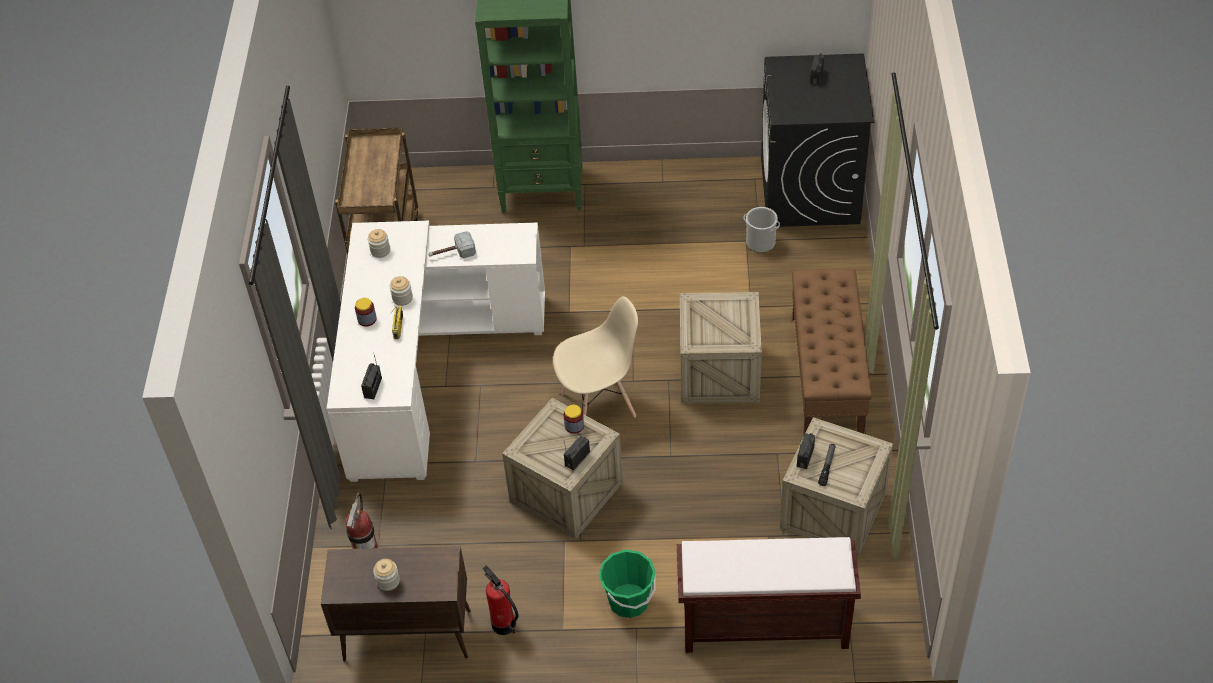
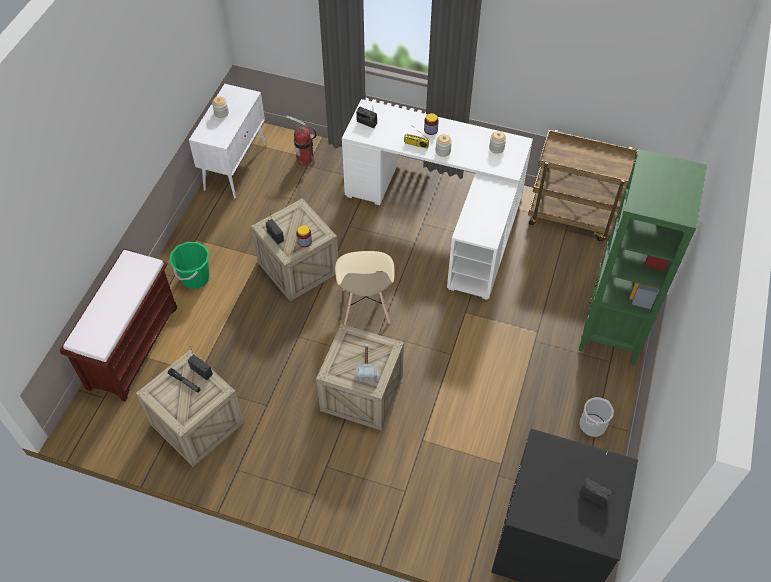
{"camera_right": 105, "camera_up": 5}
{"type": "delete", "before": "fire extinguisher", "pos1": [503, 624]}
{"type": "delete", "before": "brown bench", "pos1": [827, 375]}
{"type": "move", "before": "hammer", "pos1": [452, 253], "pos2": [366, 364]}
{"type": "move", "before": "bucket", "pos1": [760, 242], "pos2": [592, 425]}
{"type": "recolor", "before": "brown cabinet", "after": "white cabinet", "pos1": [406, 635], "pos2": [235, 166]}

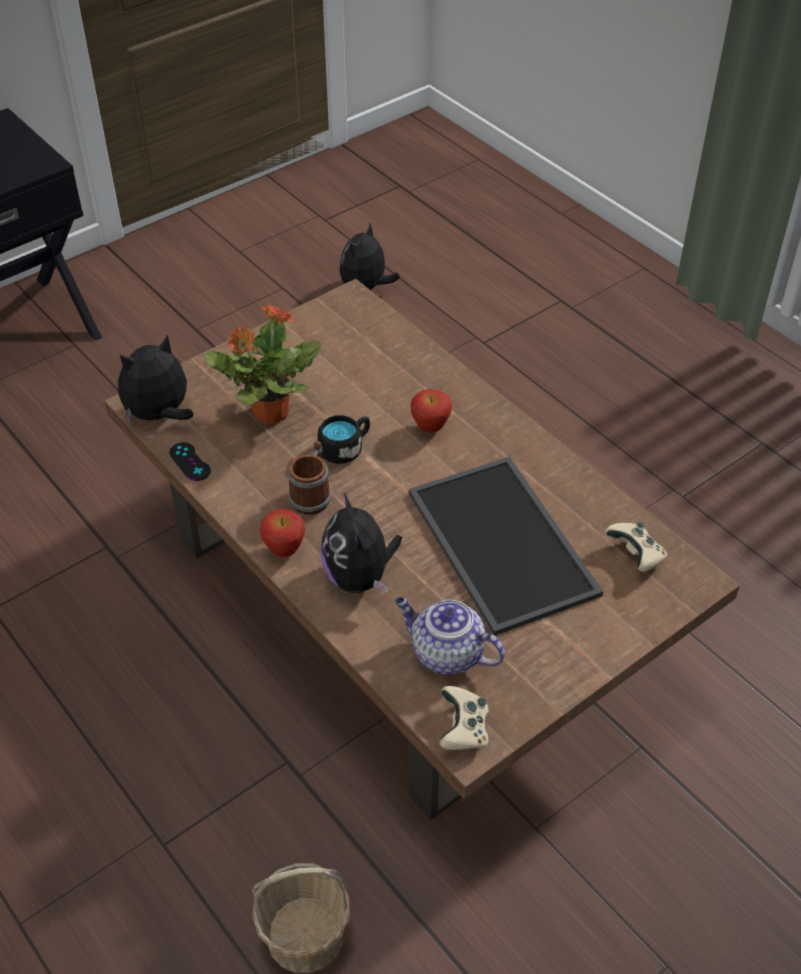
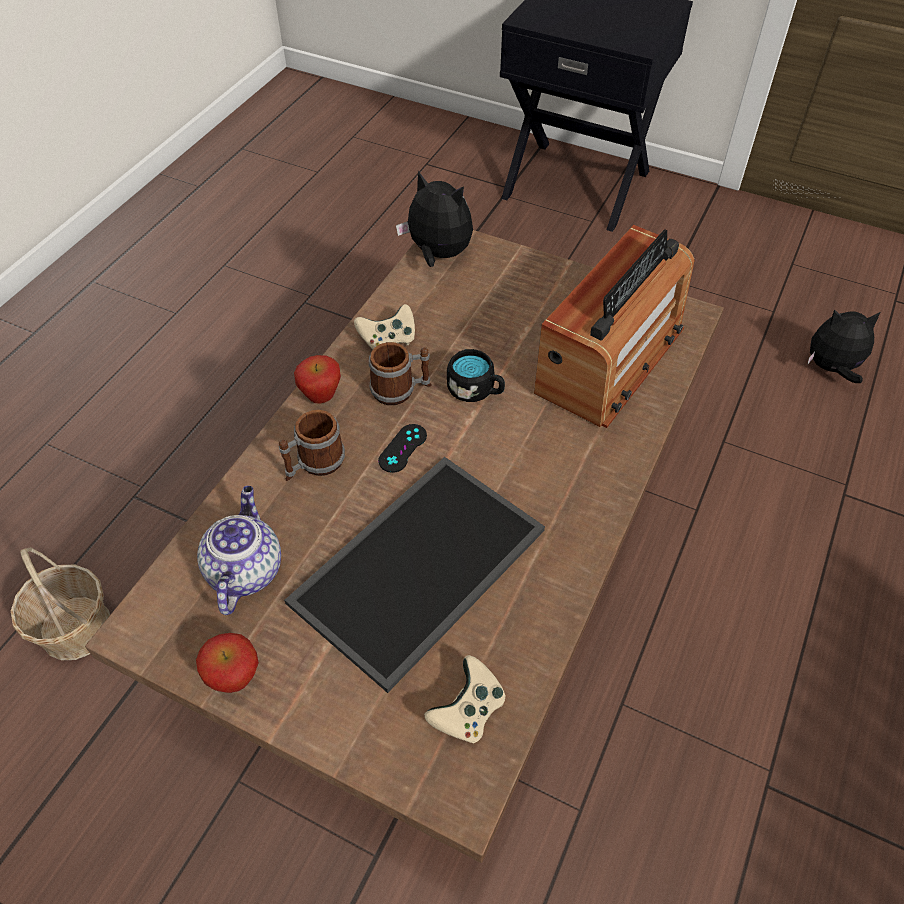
{"camera_right": 65, "camera_up": 5}
{"type": "delete", "before": "potted plant", "pos1": [269, 413]}
{"type": "insert", "after": "radio", "pos2": [610, 359]}
{"type": "move", "before": "black game controller", "pos1": [190, 462], "pos2": [403, 448]}
{"type": "move", "before": "apple", "pos1": [430, 428], "pos2": [235, 679]}
{"type": "move", "before": "beige game controller", "pos1": [463, 730], "pos2": [388, 340]}
{"type": "replace", "before": "plush toy", "after": "mug", "pos1": [360, 577], "pos2": [314, 464]}

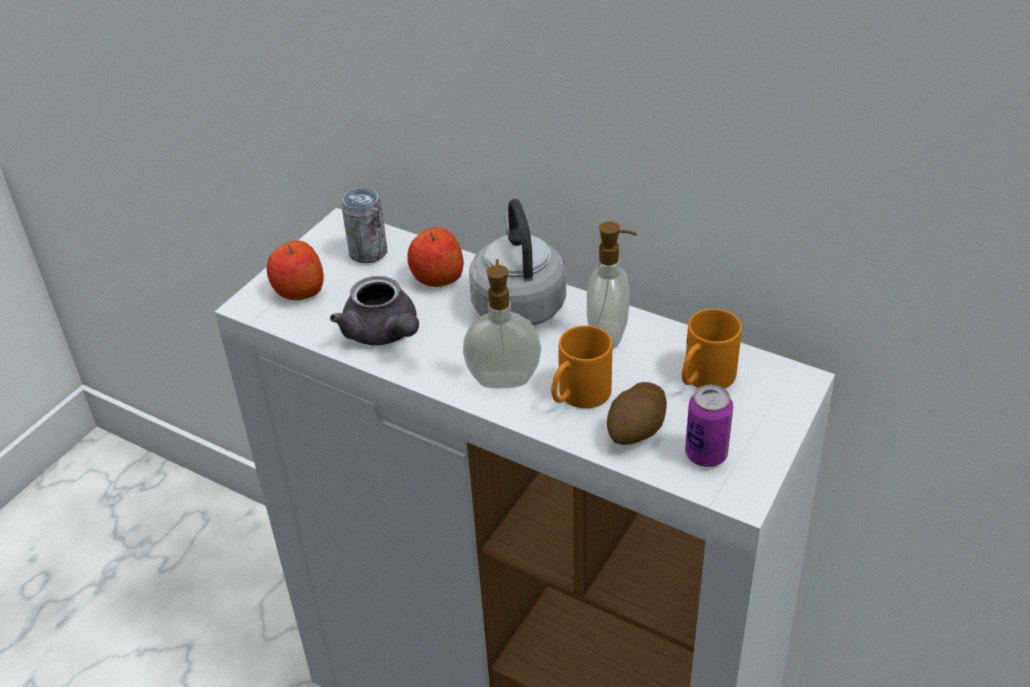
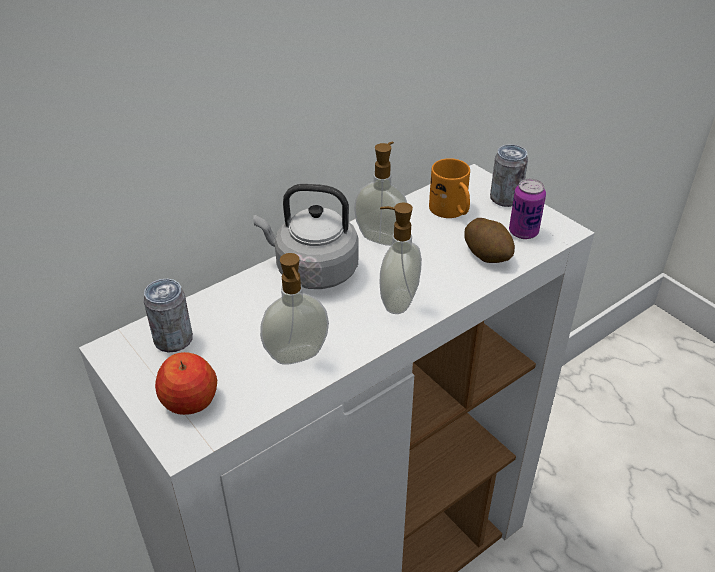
{"camera_right": -70, "camera_up": 0}
{"type": "delete", "before": "apple", "pos1": [436, 277]}
{"type": "delete", "before": "orange mug", "pos1": [578, 397]}
{"type": "insert", "after": "can", "pos2": [505, 199]}
{"type": "replace", "before": "grey teapot", "after": "soap dispenser", "pos1": [384, 334], "pos2": [297, 356]}

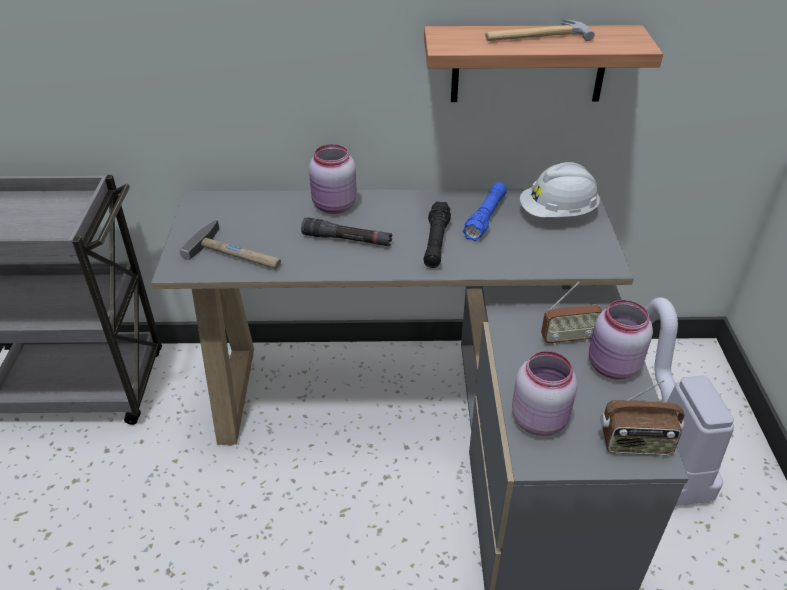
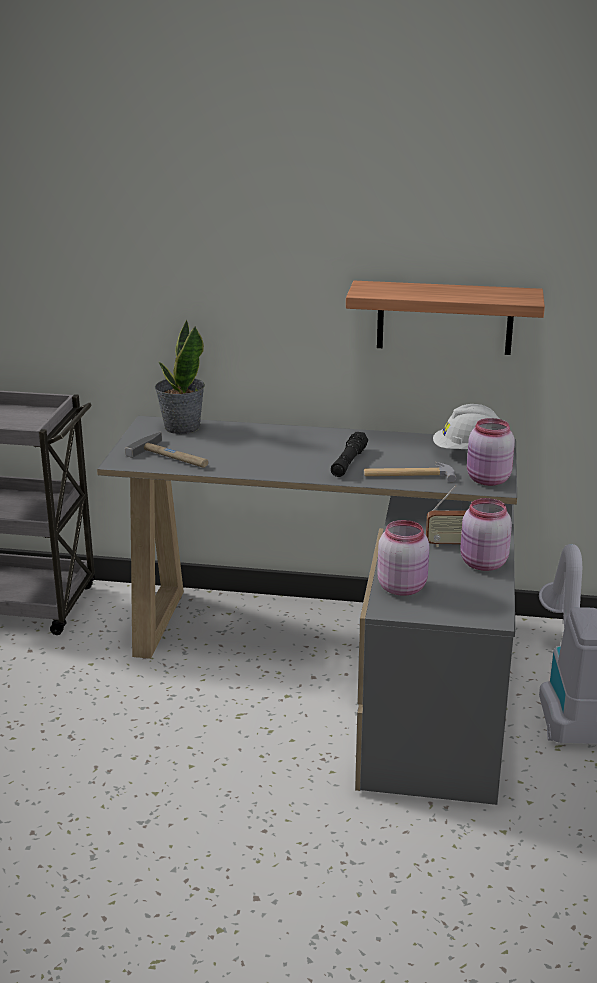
{"camera_right": 10, "camera_up": -15}
{"type": "delete", "before": "black flashlight", "pos1": [347, 240]}
{"type": "delete", "before": "blue flashlight", "pos1": [485, 218]}
{"type": "delete", "before": "radio", "pos1": [635, 443]}
{"type": "insert", "after": "potted plant", "pos2": [181, 427]}
{"type": "move", "before": "pink jar", "pos1": [334, 206], "pos2": [487, 480]}
{"type": "move", "before": "hammer", "pos1": [536, 36], "pos2": [408, 475]}

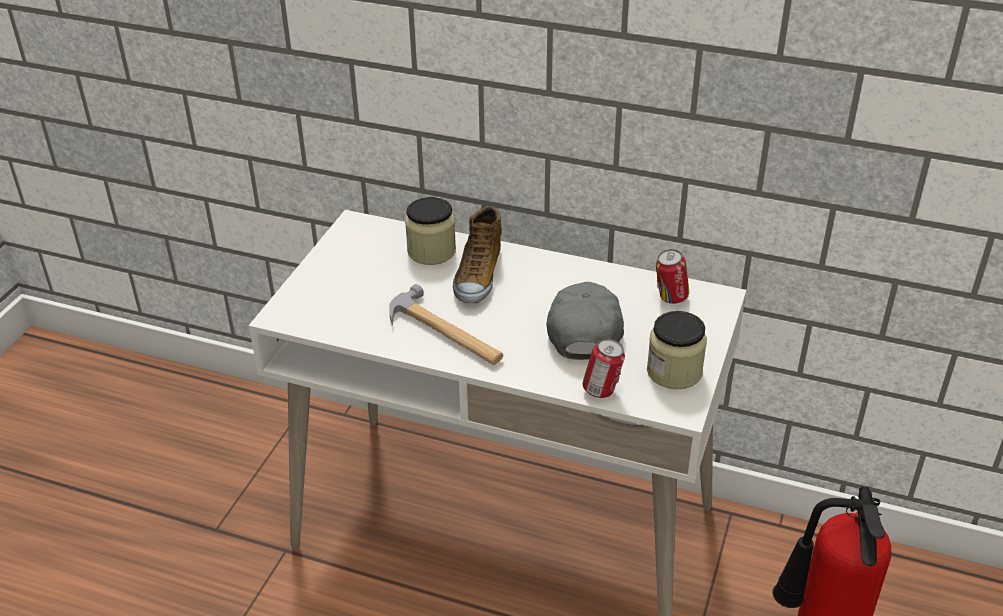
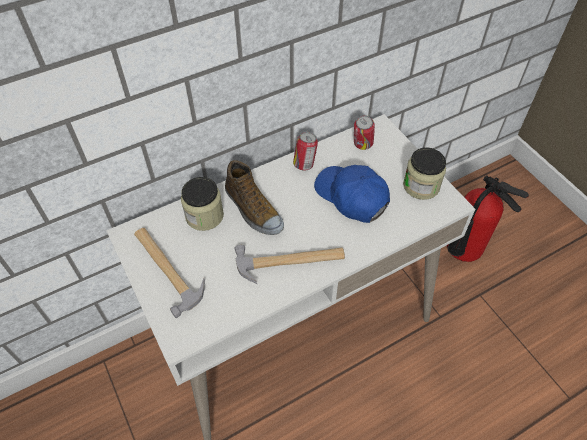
{"camera_right": -50, "camera_up": 15}
{"type": "insert", "after": "hammer", "pos2": [167, 268]}
{"type": "move", "before": "can", "pos1": [602, 391], "pos2": [305, 164]}
{"type": "recolor", "before": "grey cap", "after": "blue cap", "pos1": [585, 329], "pos2": [351, 197]}

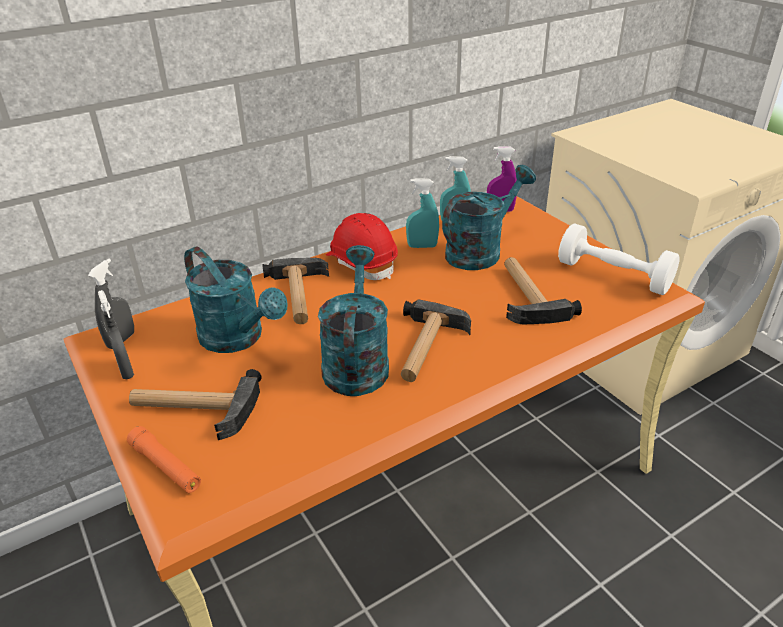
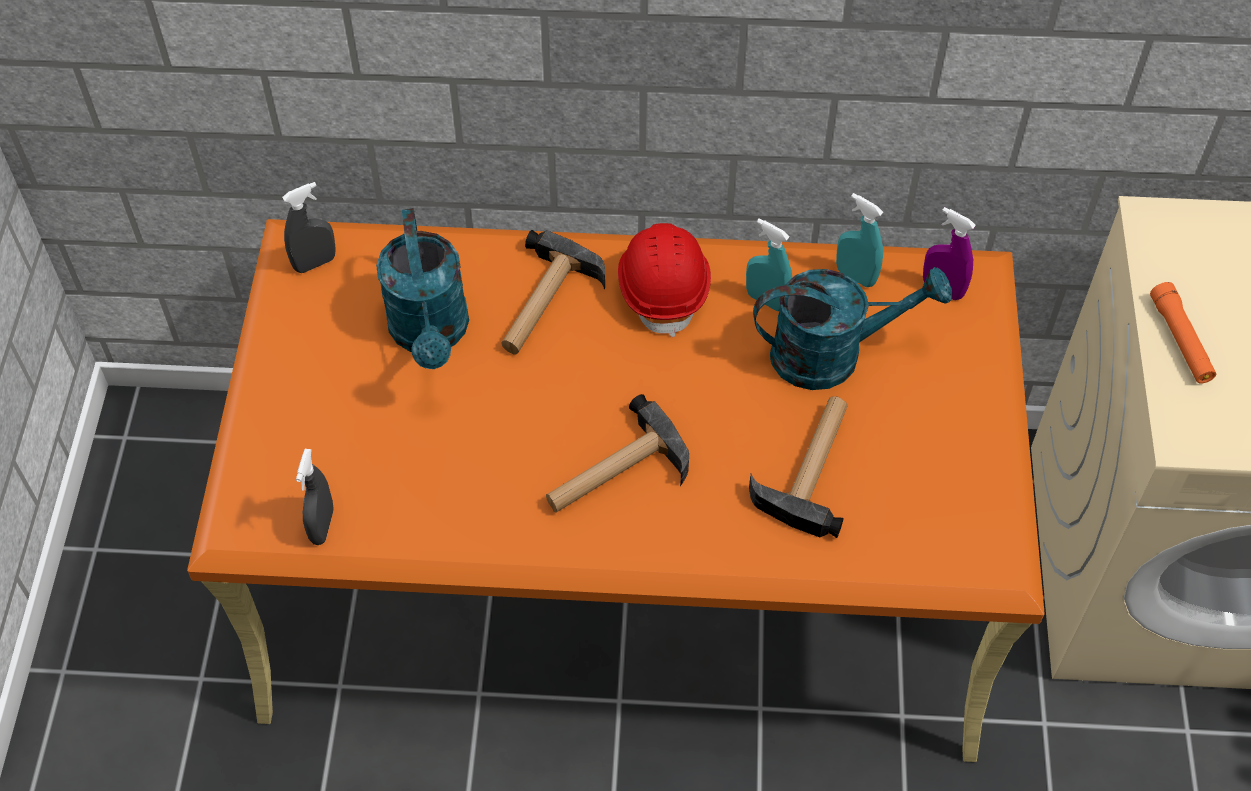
{"camera_right": 35, "camera_up": 20}
{"type": "delete", "before": "hammer", "pos1": [193, 408]}
{"type": "delete", "before": "turquoise watering can", "pos1": [356, 362]}
{"type": "delete", "before": "white dumbbell", "pos1": [613, 276]}
{"type": "move", "before": "grey spray bottle", "pos1": [126, 370], "pos2": [322, 526]}
{"type": "move", "before": "orange flashlight", "pos1": [166, 467], "pos2": [1180, 340]}

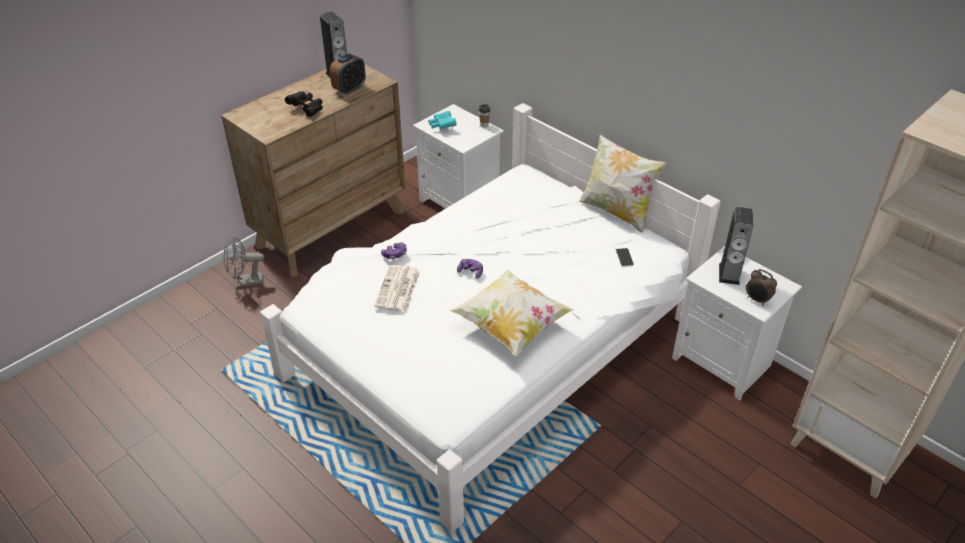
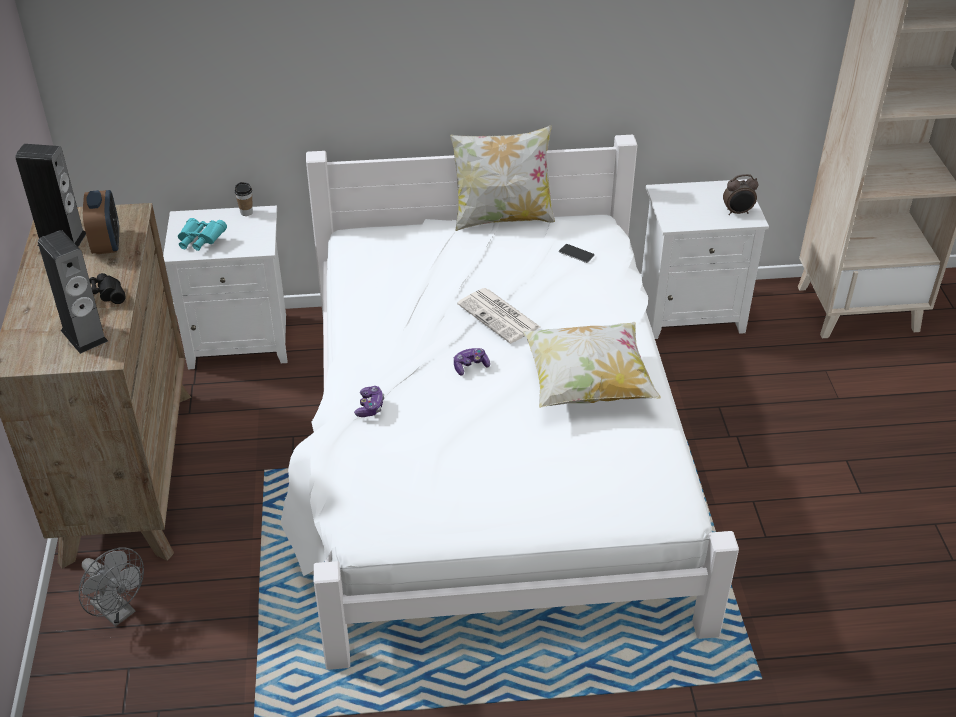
{"camera_right": -50, "camera_up": 0}
{"type": "move", "before": "newspaper", "pos1": [398, 289], "pos2": [500, 316]}
{"type": "move", "before": "speaker", "pos1": [729, 274], "pos2": [84, 335]}
{"type": "rotate", "before": "grey fan", "pos1": [246, 282], "pos2": [118, 612], "turn": -75}

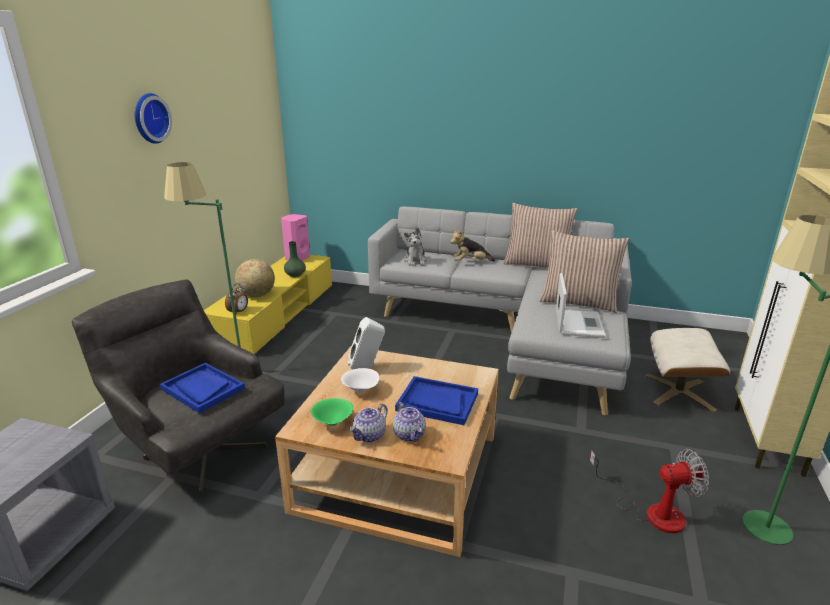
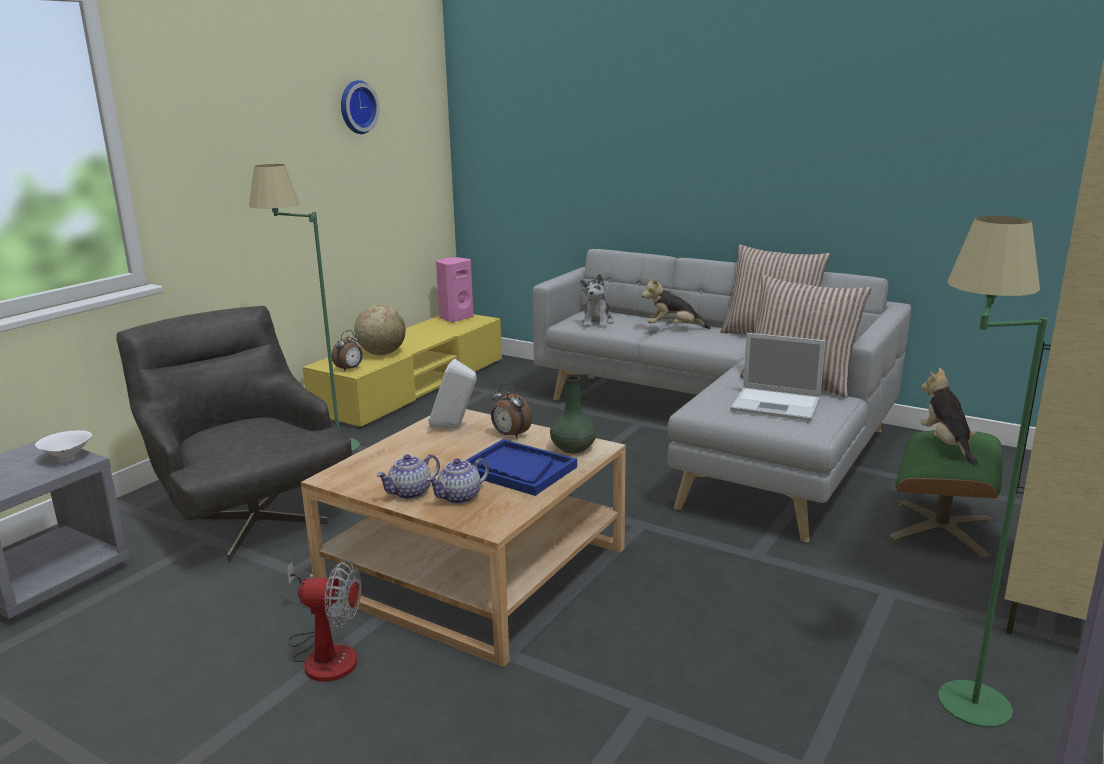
{"camera_right": 15, "camera_up": -5}
{"type": "delete", "before": "blue tray", "pos1": [202, 389]}
{"type": "delete", "before": "green bowl", "pos1": [332, 423]}
{"type": "insert", "after": "alarm clock", "pos2": [510, 435]}
{"type": "insert", "after": "plush toy", "pos2": [946, 445]}
{"type": "move", "before": "wall clock", "pos1": [149, 118], "pos2": [356, 107]}
{"type": "move", "before": "green vase", "pos1": [295, 275], "pos2": [572, 448]}
{"type": "move", "before": "white bowl", "pos1": [361, 390], "pos2": [67, 457]}
{"type": "move", "before": "fan", "pos1": [651, 511], "pos2": [325, 653]}
{"type": "recolor", "before": "beige ottoman", "after": "green ottoman", "pos1": [679, 392], "pos2": [942, 528]}
{"type": "rotate", "before": "teapot", "pos1": [410, 435], "pos2": [459, 497], "turn": 60}
{"type": "rotate", "before": "laptop", "pos1": [578, 323], "pos2": [777, 405], "turn": 90}

